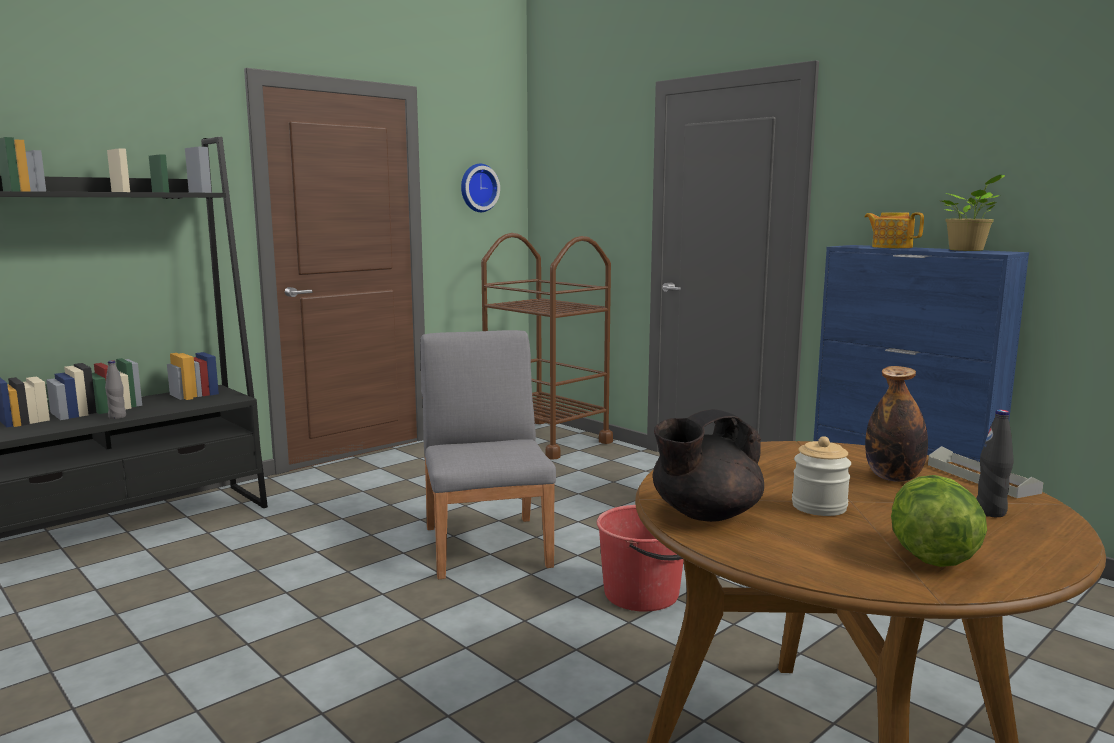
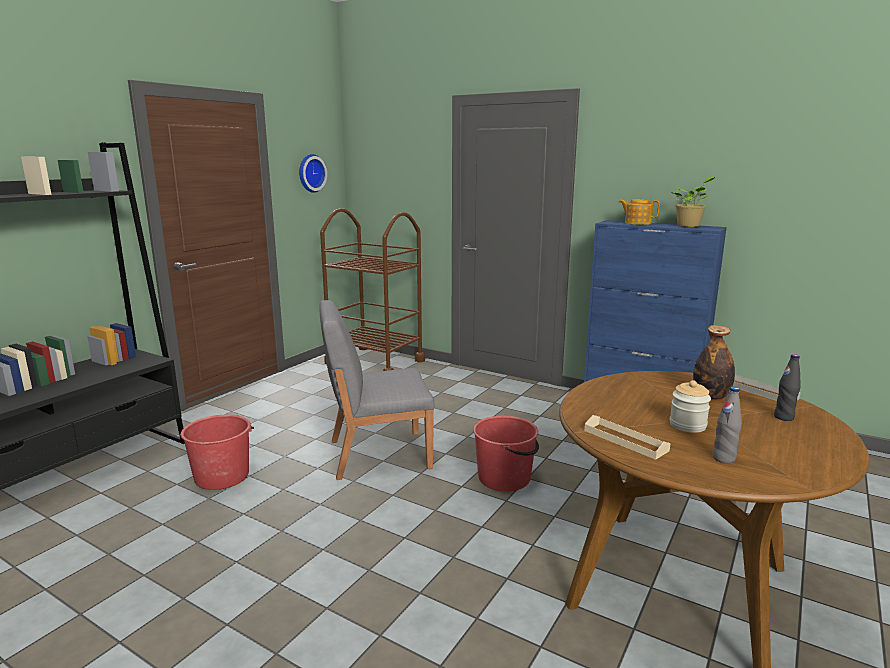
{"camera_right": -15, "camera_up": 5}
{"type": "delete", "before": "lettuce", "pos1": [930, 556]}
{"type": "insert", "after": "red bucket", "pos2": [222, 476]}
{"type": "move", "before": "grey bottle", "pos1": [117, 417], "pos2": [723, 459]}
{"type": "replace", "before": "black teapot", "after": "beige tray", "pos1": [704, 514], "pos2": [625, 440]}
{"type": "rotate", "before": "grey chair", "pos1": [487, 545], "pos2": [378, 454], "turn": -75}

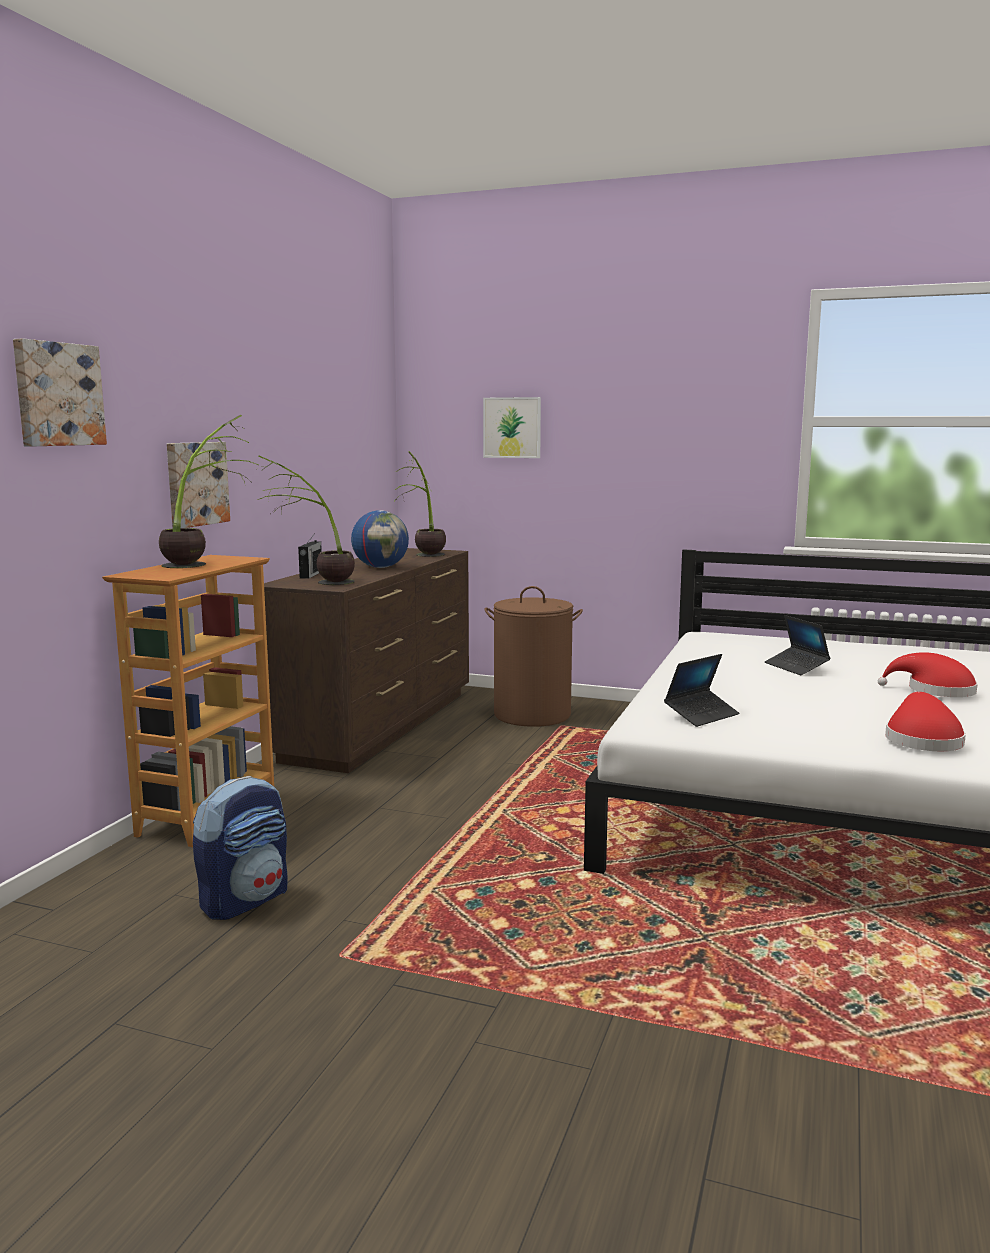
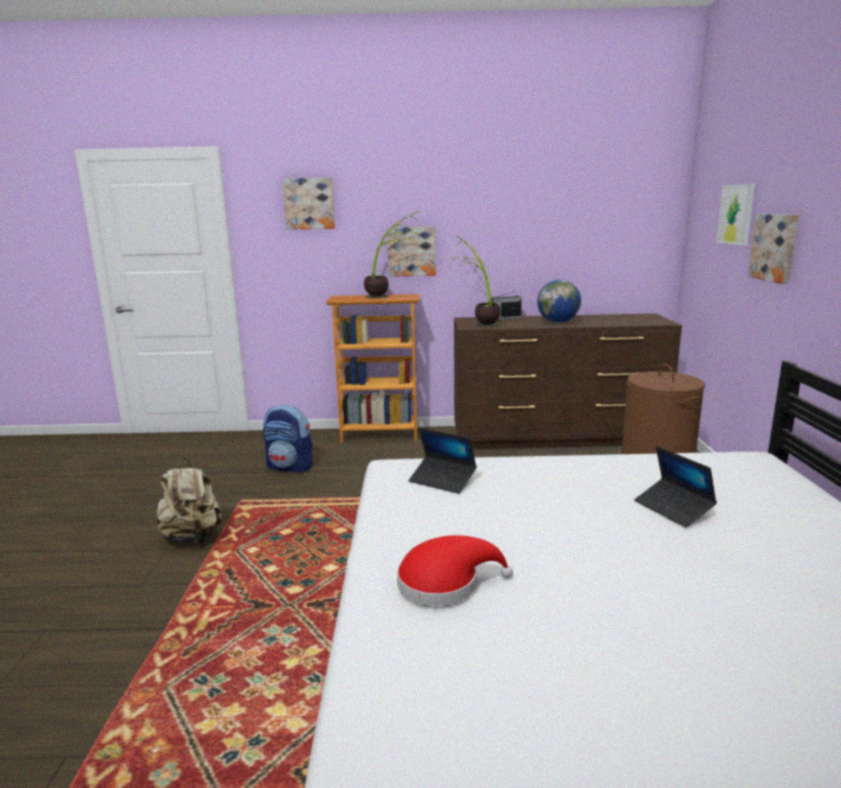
{"camera_right": 70, "camera_up": 5}
{"type": "delete", "before": "potted plant", "pos1": [423, 557]}
{"type": "delete", "before": "red hat", "pos1": [935, 690]}
{"type": "insert", "after": "beige backpack", "pos2": [192, 538]}
{"type": "insert", "after": "picture", "pos2": [775, 247]}
{"type": "rotate", "before": "laptop", "pos1": [796, 667], "pos2": [673, 509], "turn": -75}

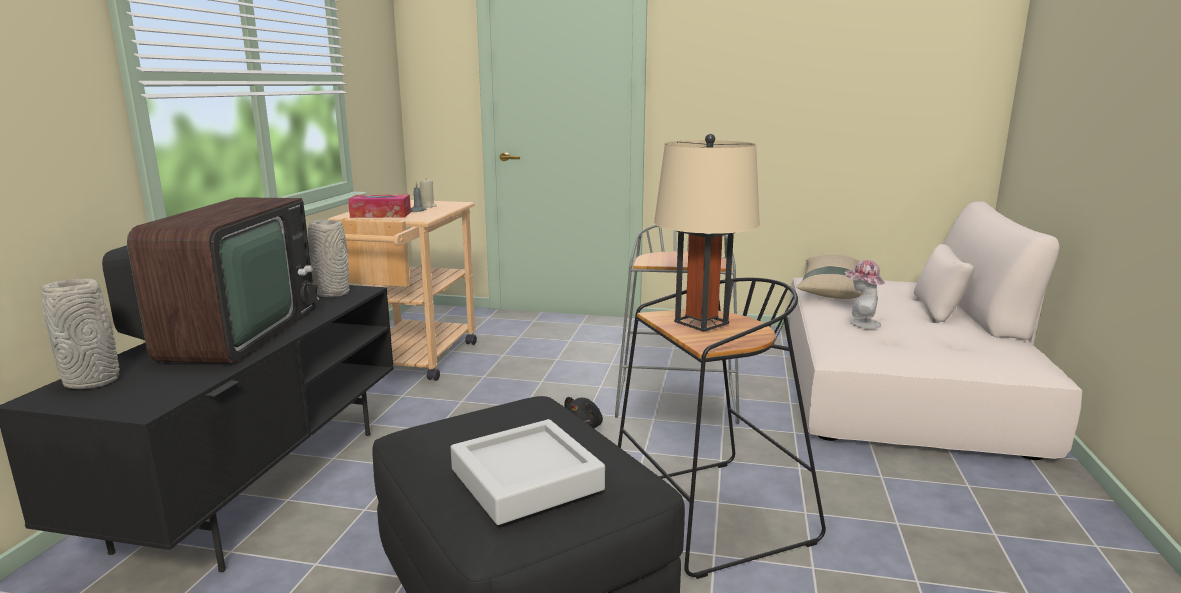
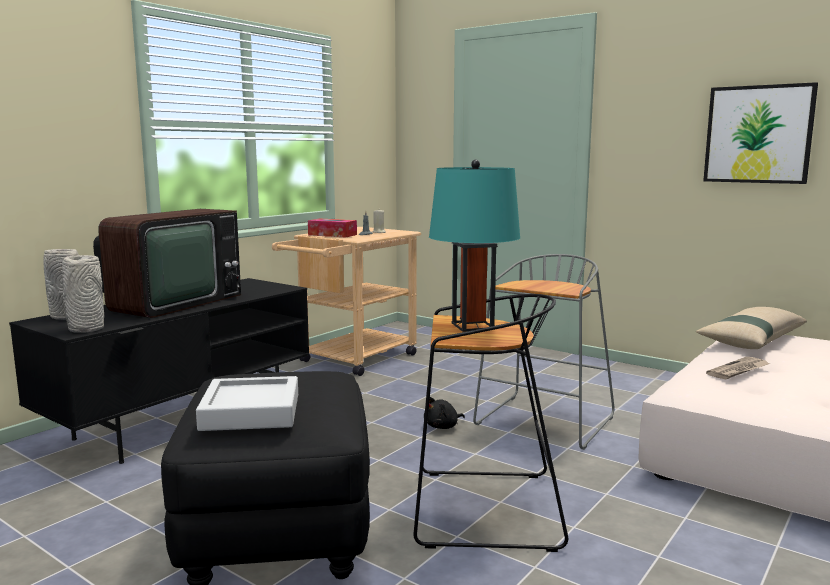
{"camera_right": 25, "camera_up": -5}
{"type": "insert", "after": "picture", "pos2": [758, 134]}
{"type": "move", "before": "grey vase", "pos1": [332, 293], "pos2": [85, 329]}
{"type": "replace", "before": "hat", "after": "newspaper", "pos1": [860, 323], "pos2": [738, 370]}
{"type": "recolor", "before": "beige table lamp", "after": "turquoise table lamp", "pos1": [701, 322], "pos2": [473, 326]}

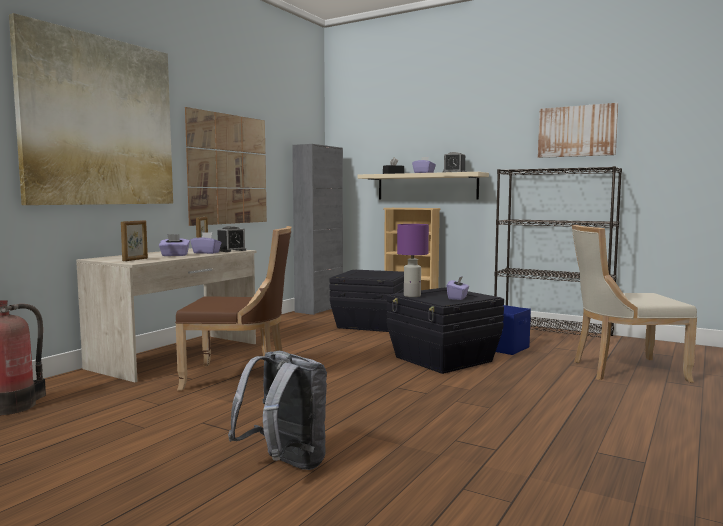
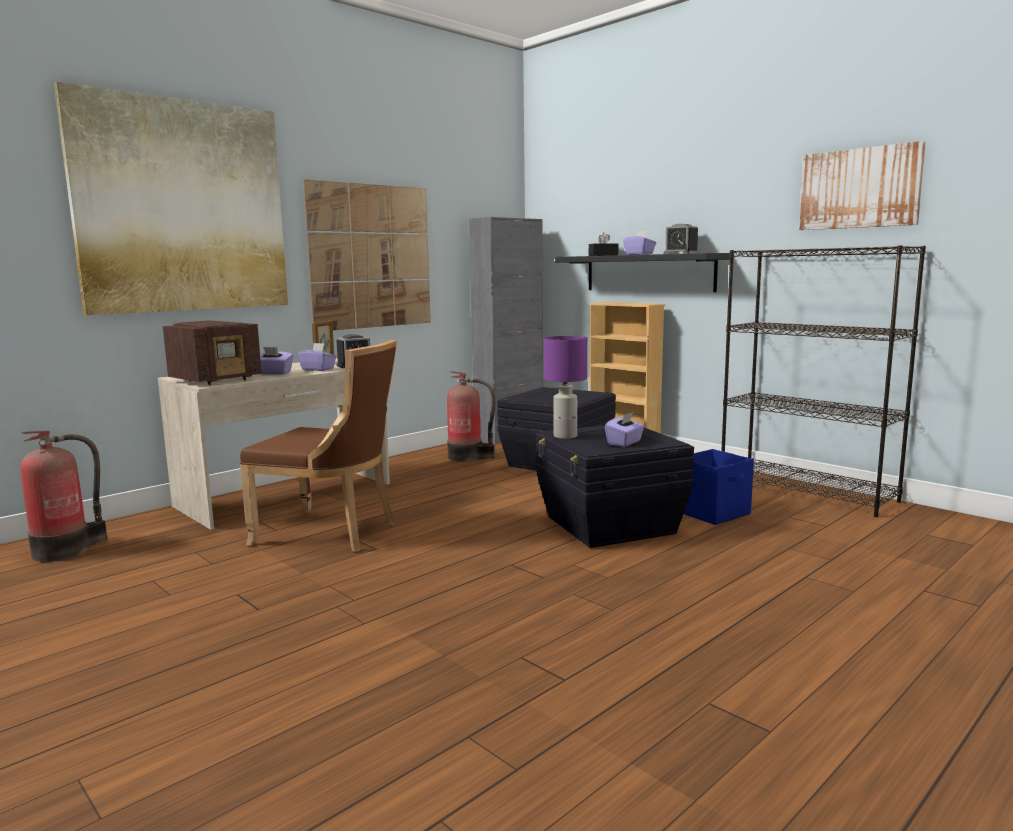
{"camera_right": 15, "camera_up": 5}
{"type": "delete", "before": "grey backpack", "pos1": [285, 465]}
{"type": "delete", "before": "beige chair", "pos1": [623, 370]}
{"type": "insert", "after": "fire extinguisher", "pos2": [468, 457]}
{"type": "replace", "before": "picture frame", "after": "radio", "pos1": [135, 259], "pos2": [217, 380]}
{"type": "recolor", "before": "beige shelf", "after": "black shelf", "pos1": [426, 186], "pos2": [648, 273]}

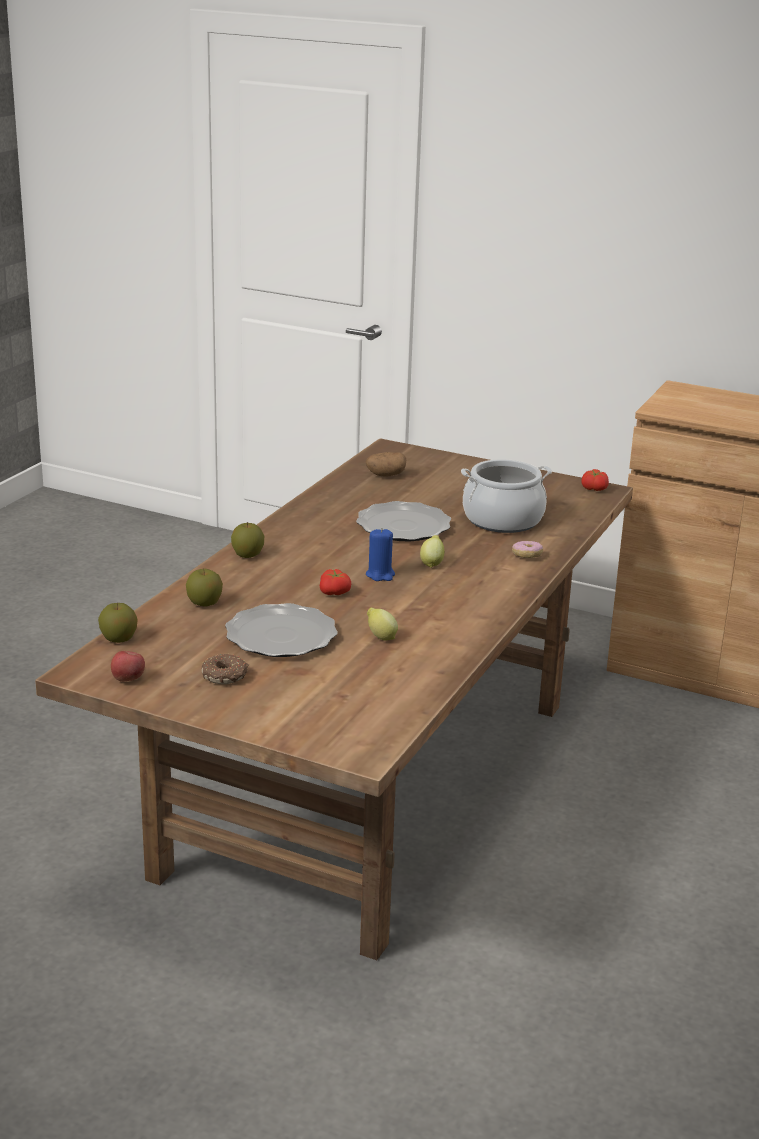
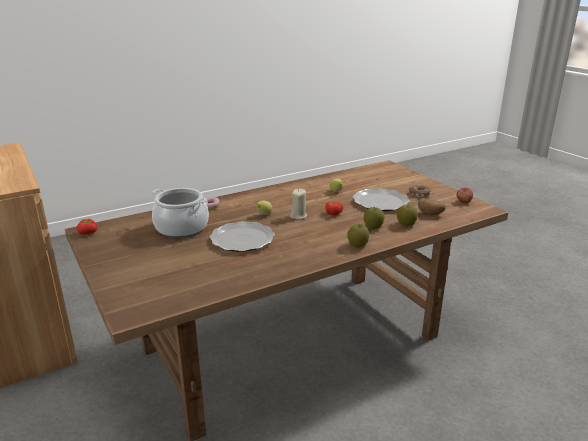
{"camera_right": -145, "camera_up": 0}
{"type": "move", "before": "apple", "pos1": [119, 639], "pos2": [373, 227]}
{"type": "move", "before": "potato", "pos1": [385, 475], "pos2": [430, 214]}
{"type": "recolor", "before": "blue candle", "after": "beige candle", "pos1": [380, 575], "pos2": [298, 216]}

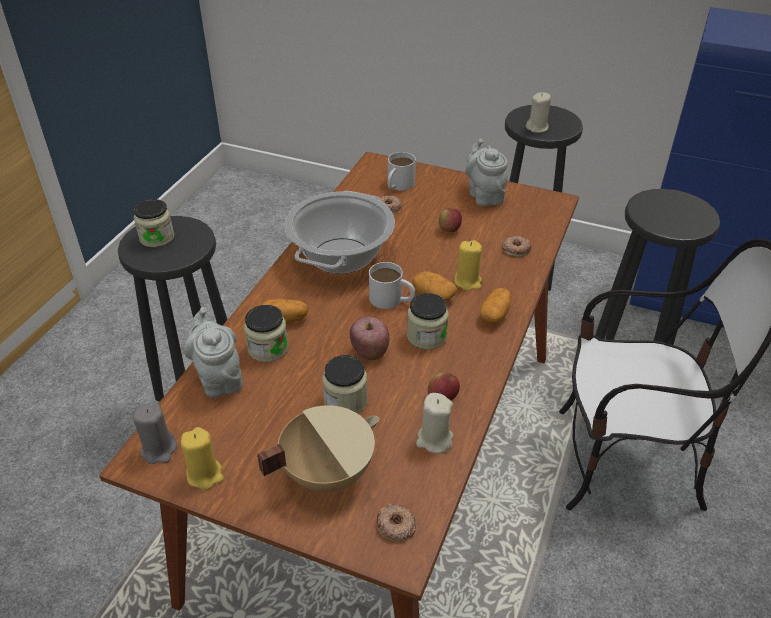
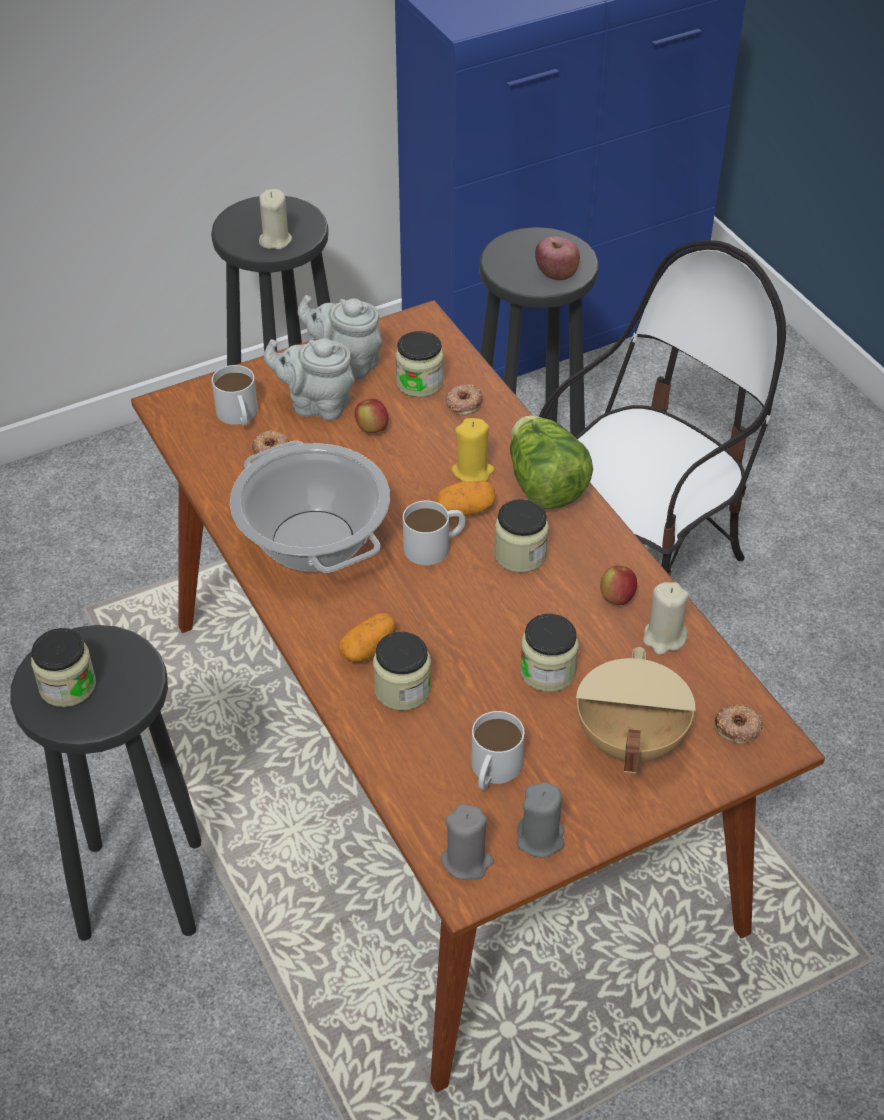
{"camera_right": -50, "camera_up": 5}
{"type": "insert", "after": "jar", "pos2": [419, 383]}
{"type": "insert", "after": "white mug", "pos2": [492, 771]}
{"type": "move", "before": "grey teapot", "pos1": [219, 378], "pos2": [316, 405]}
{"type": "move", "before": "apple", "pos1": [370, 351], "pos2": [556, 274]}
{"type": "replace", "before": "potato", "after": "lettuce", "pos1": [495, 314], "pos2": [544, 485]}
{"type": "recolor", "before": "yellow candle", "after": "grey candle", "pos1": [205, 474], "pos2": [540, 838]}

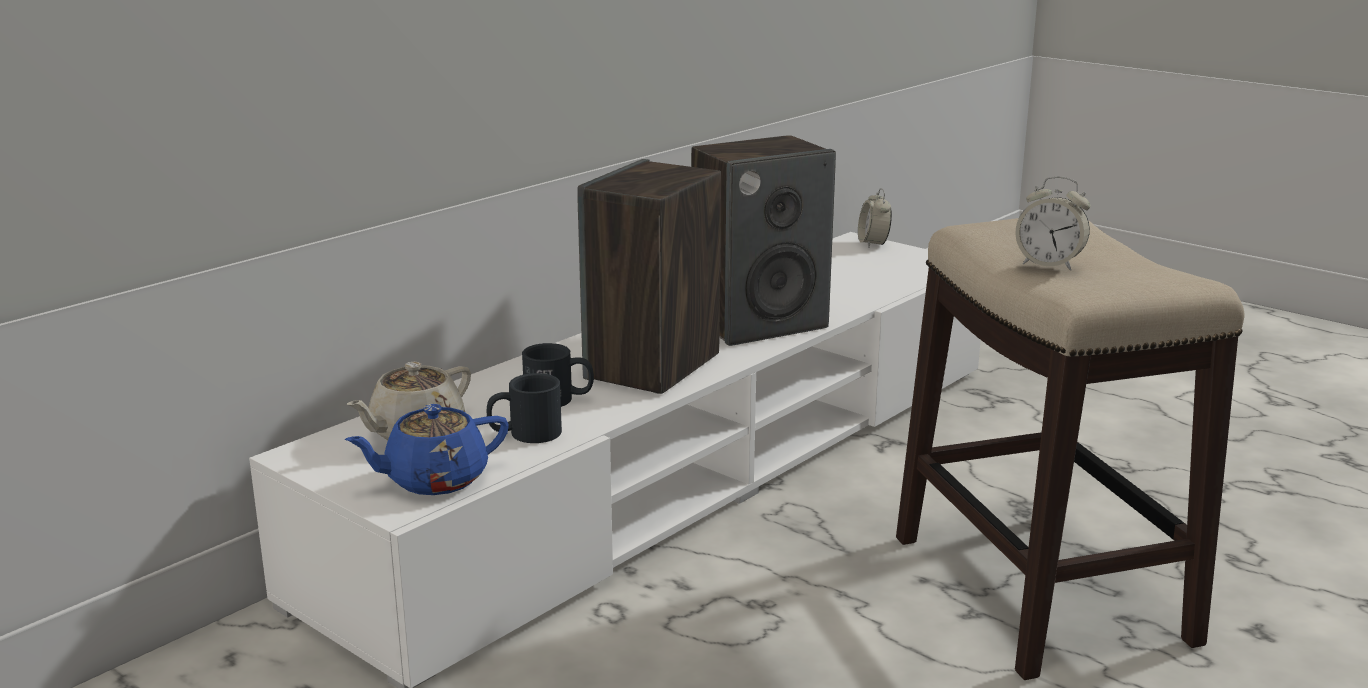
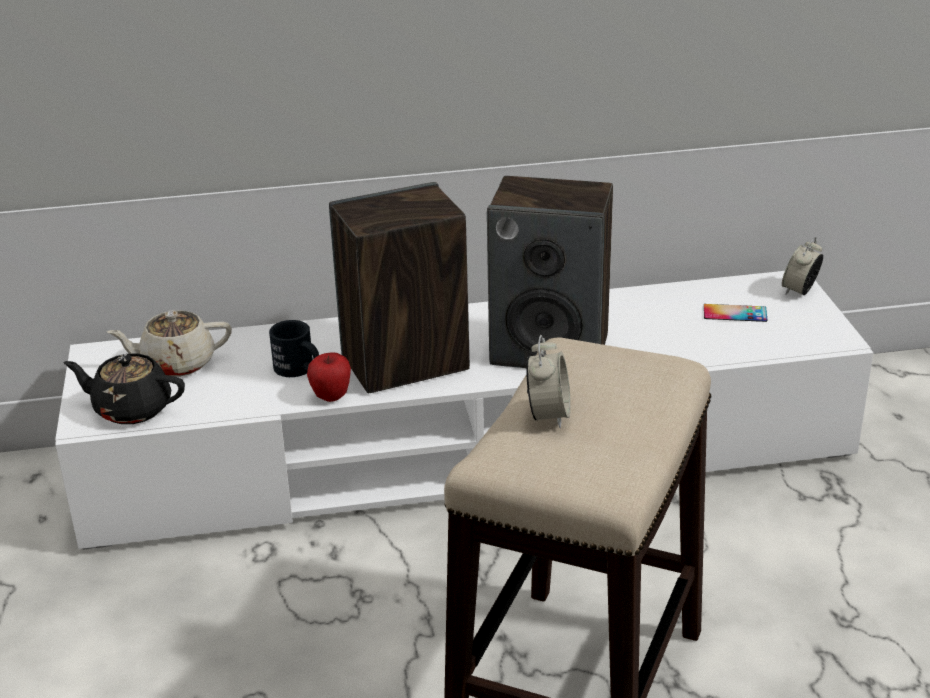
{"camera_right": 40, "camera_up": 10}
{"type": "delete", "before": "black mug", "pos1": [524, 434]}
{"type": "insert", "after": "apple", "pos2": [331, 397]}
{"type": "insert", "after": "phone", "pos2": [735, 313]}
{"type": "recolor", "before": "blue teapot", "after": "black teapot", "pos1": [434, 480], "pos2": [131, 409]}
{"type": "rotate", "before": "alarm clock", "pos1": [1049, 264], "pos2": [548, 415], "turn": -150}

